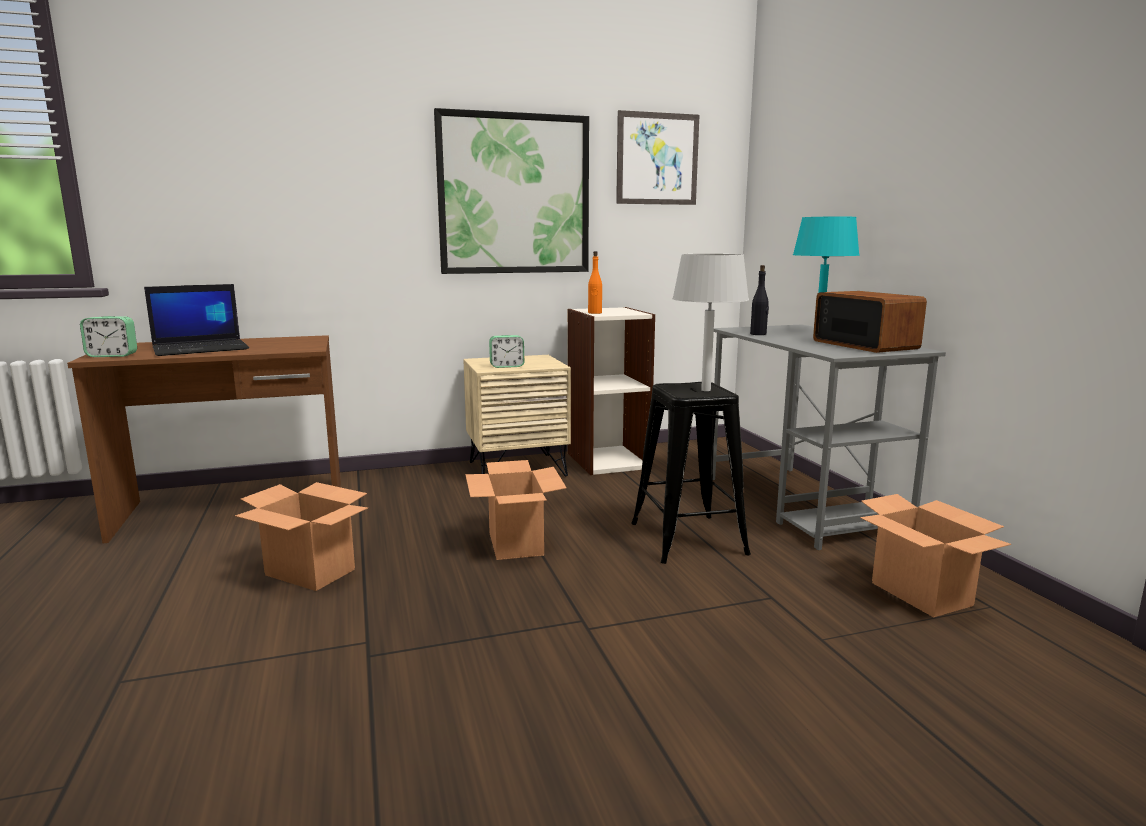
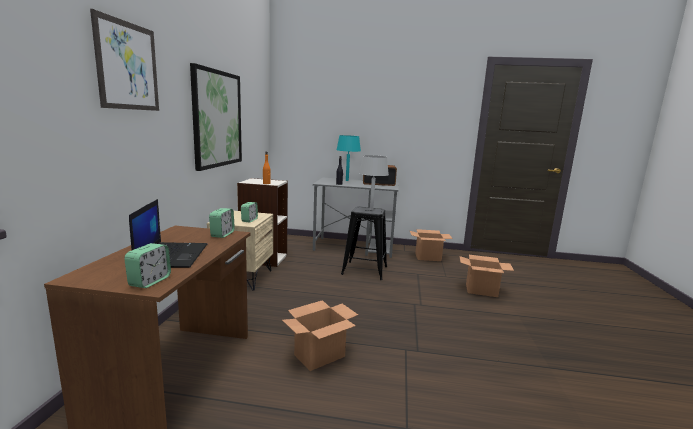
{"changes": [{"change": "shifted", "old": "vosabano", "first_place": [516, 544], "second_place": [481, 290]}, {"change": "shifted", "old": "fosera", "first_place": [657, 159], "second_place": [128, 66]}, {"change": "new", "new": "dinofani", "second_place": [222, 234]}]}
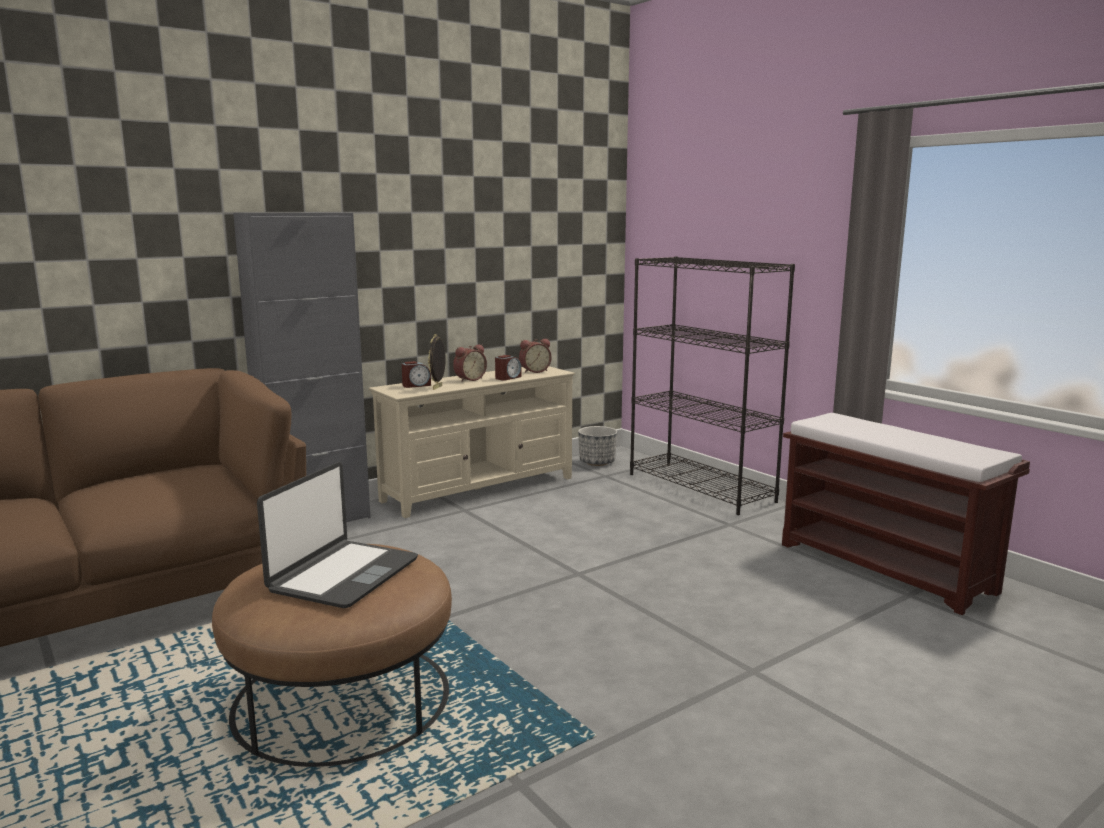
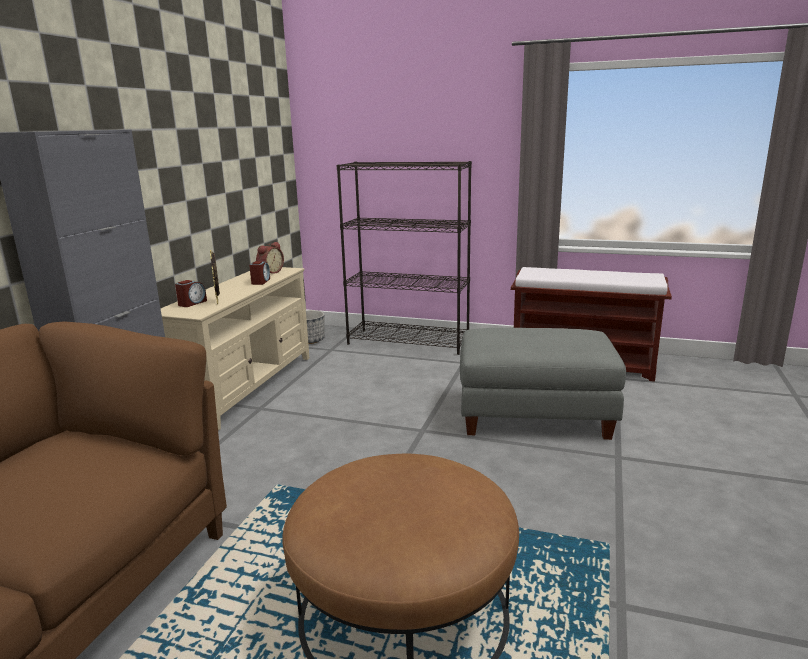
{"changes": [{"change": "gone", "old": "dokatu", "first_place": [343, 575]}, {"change": "gone", "old": "dinofani", "first_place": [469, 379]}, {"change": "new", "new": "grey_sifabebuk", "second_place": [534, 415]}]}
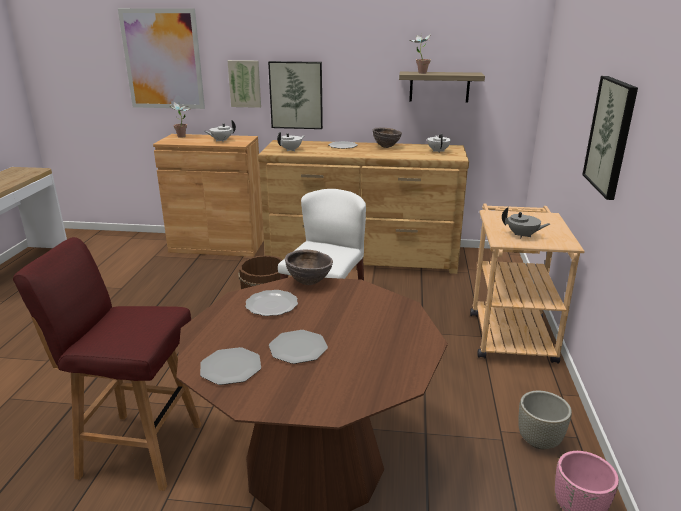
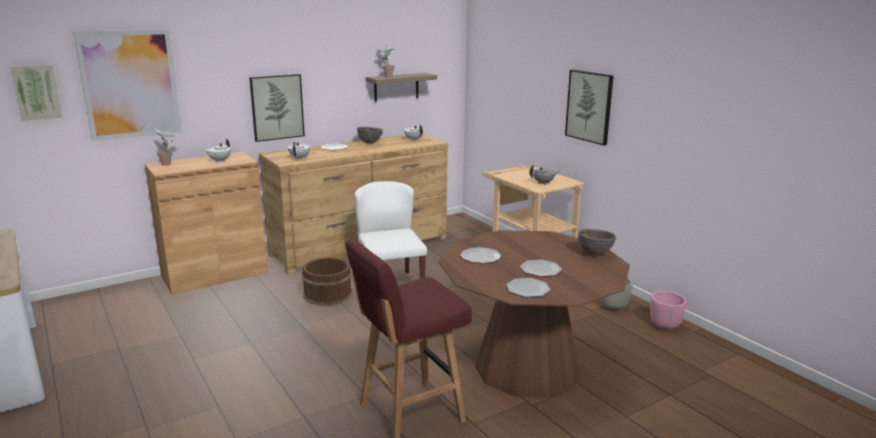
{"changes": [{"change": "shifted", "old": "fosera", "first_place": [245, 83], "second_place": [36, 92]}, {"change": "shifted", "old": "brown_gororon", "first_place": [309, 283], "second_place": [595, 254]}]}
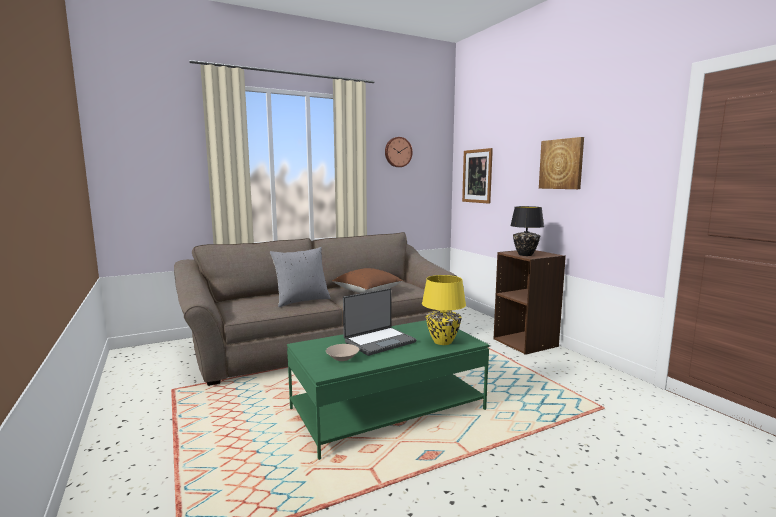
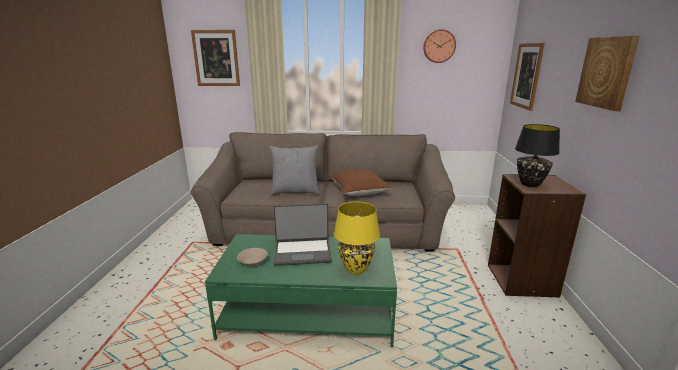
{"changes": [{"change": "new", "new": "fosera", "second_place": [216, 58]}]}
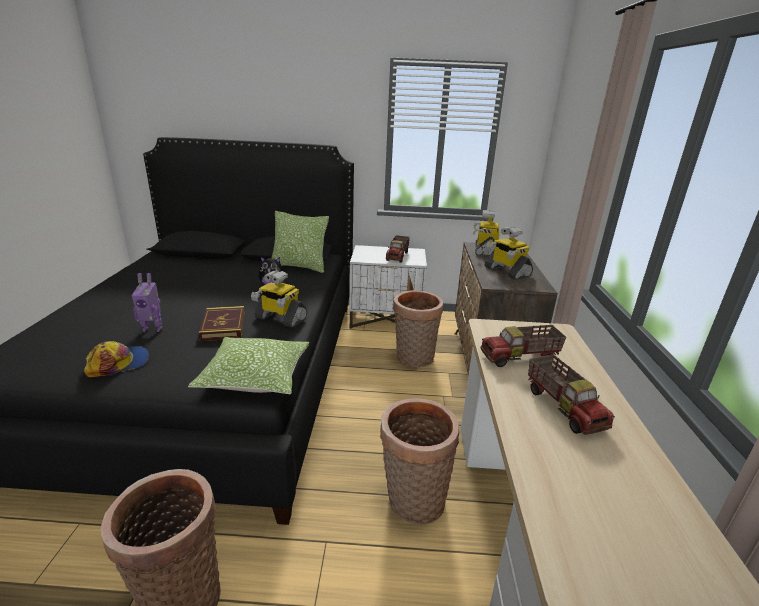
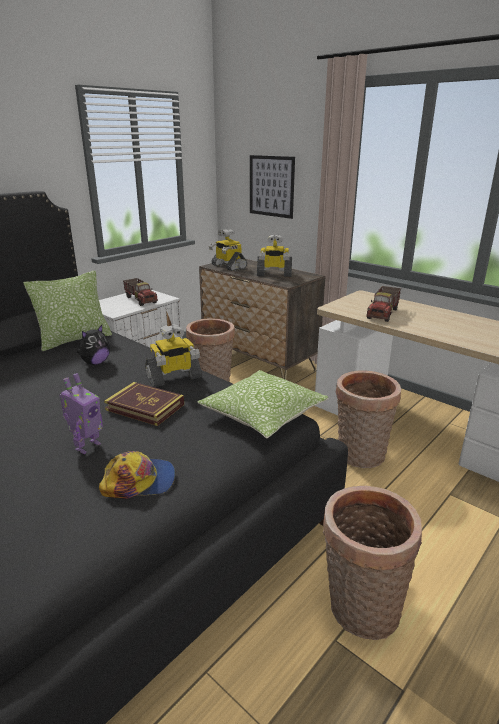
{"changes": [{"change": "rotated", "old": "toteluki", "first_place": [118, 363], "second_place": [139, 481], "degrees": 75}, {"change": "gone", "old": "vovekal", "first_place": [564, 407]}, {"change": "new", "new": "fosera", "second_place": [271, 186]}]}
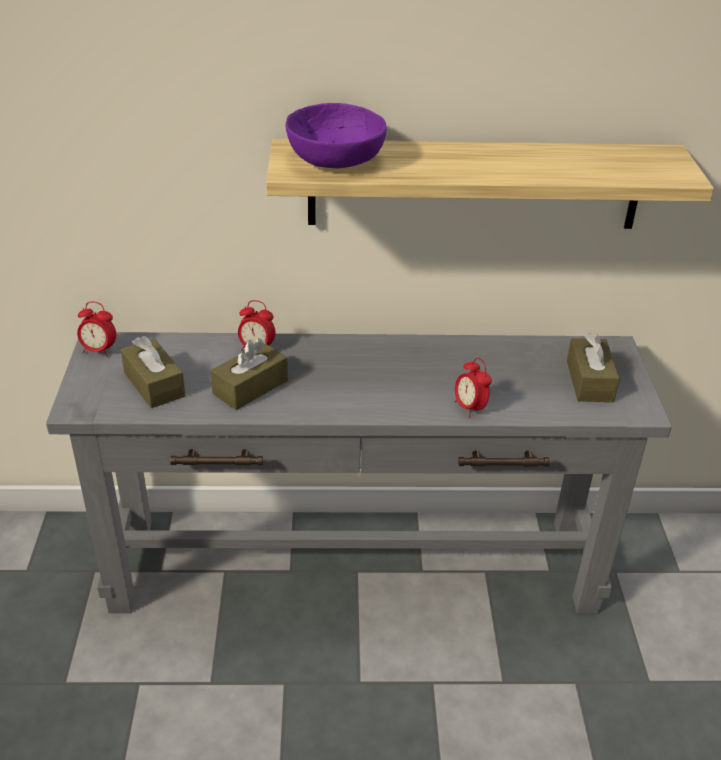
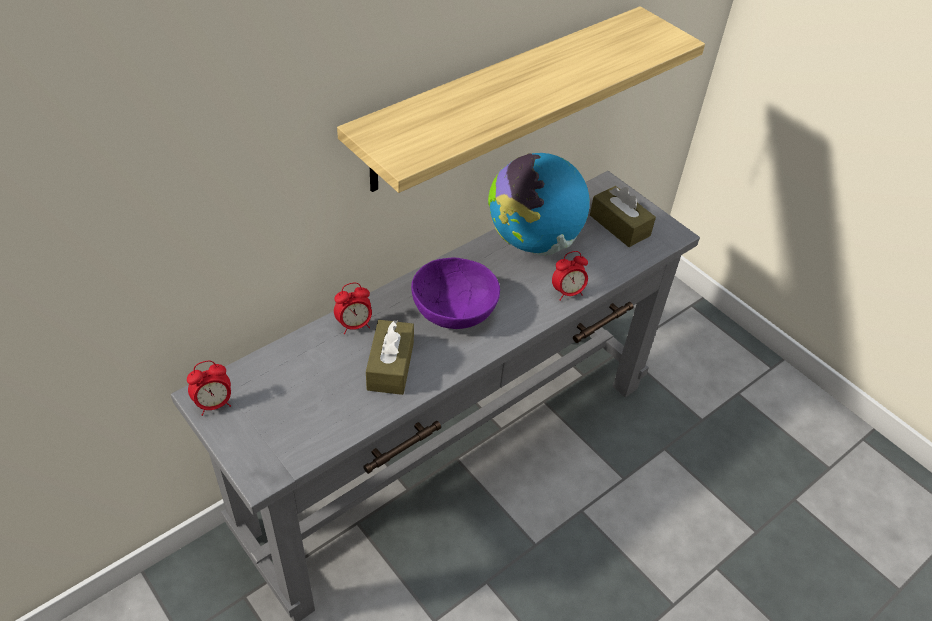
{"changes": [{"change": "gone", "old": "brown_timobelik", "first_place": [154, 384]}, {"change": "shifted", "old": "purple_gororon", "first_place": [334, 161], "second_place": [454, 311]}, {"change": "rotated", "old": "dinofani", "first_place": [469, 408], "second_place": [567, 292], "degrees": -45}, {"change": "new", "new": "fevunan", "second_place": [533, 241]}]}
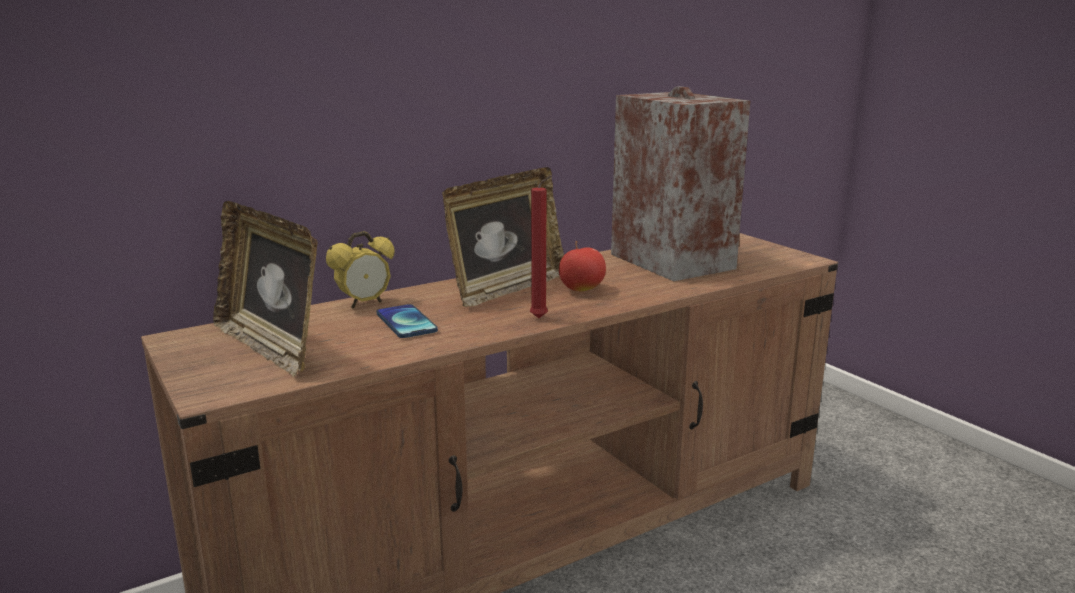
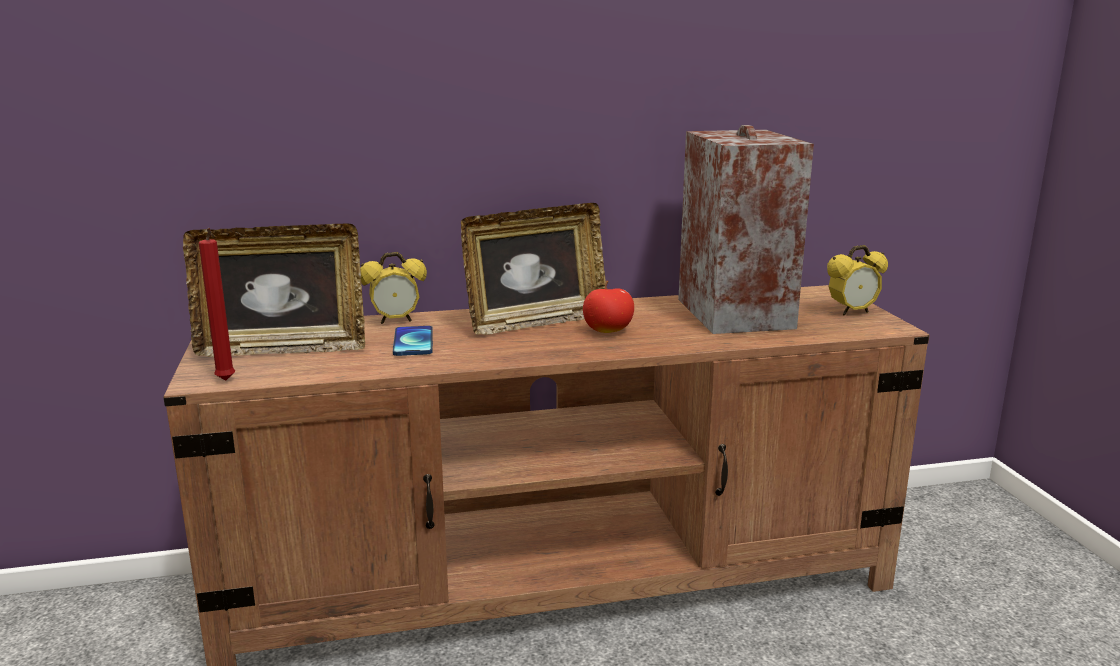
{"changes": [{"change": "rotated", "old": "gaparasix", "first_place": [271, 347], "second_place": [283, 349], "degrees": -75}, {"change": "shifted", "old": "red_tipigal", "first_place": [541, 319], "second_place": [226, 381]}, {"change": "new", "new": "dinofani", "second_place": [852, 312]}]}
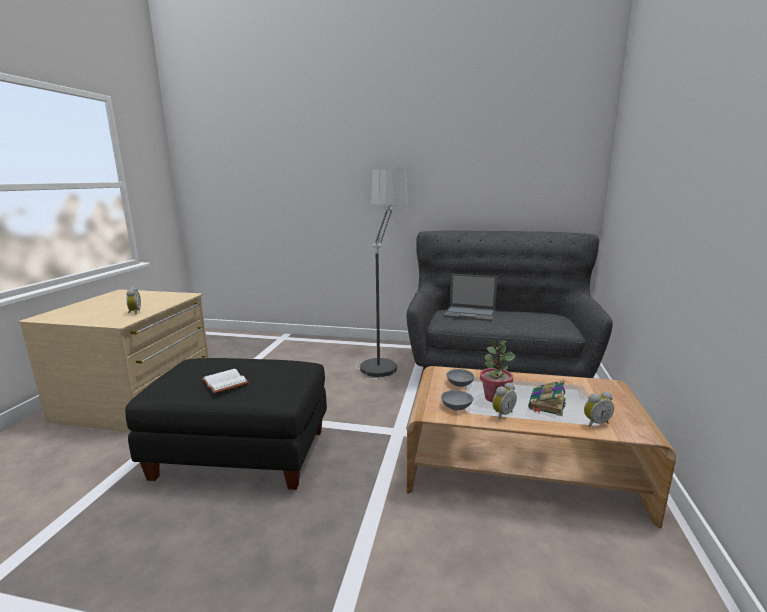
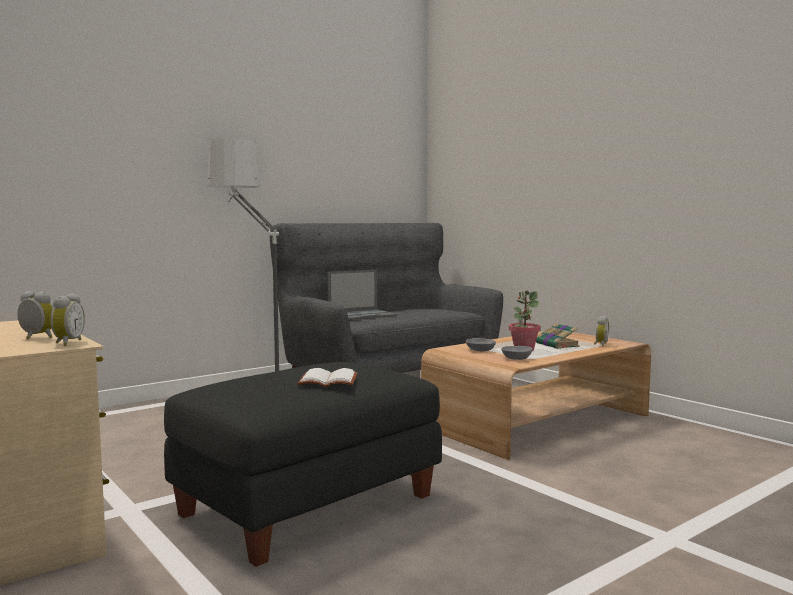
{"changes": [{"change": "shifted", "old": "dinofani", "first_place": [502, 414], "second_place": [66, 343]}]}
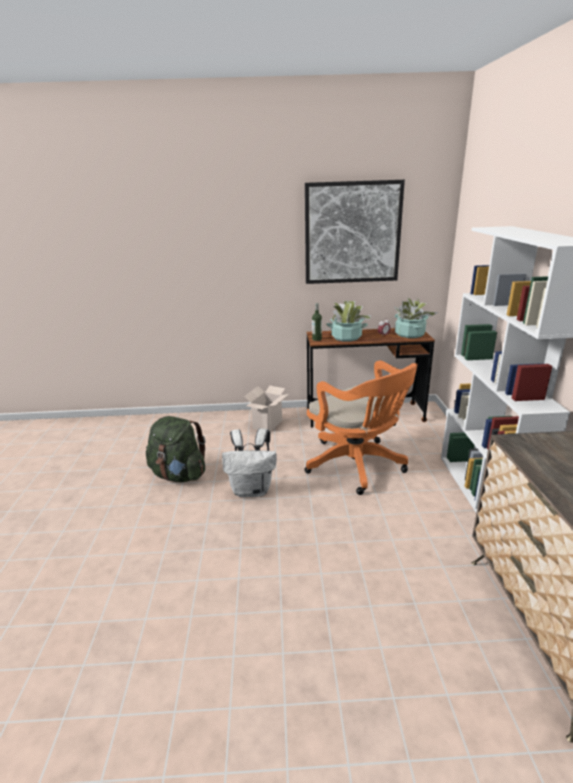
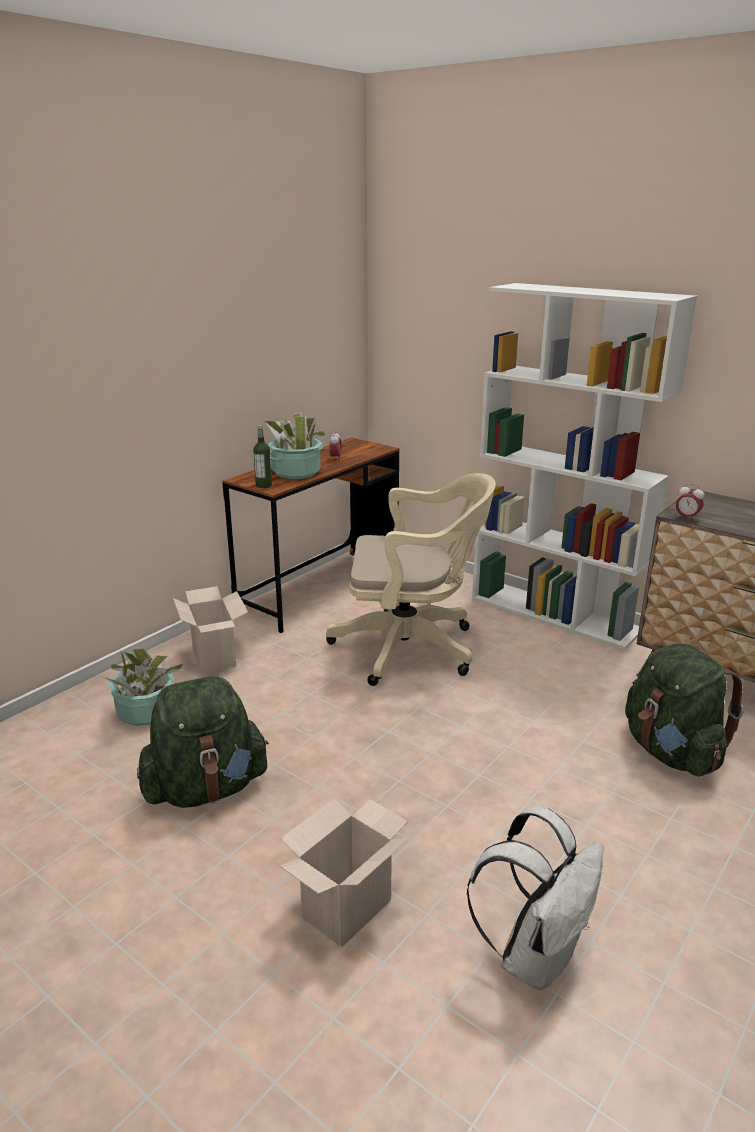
{"changes": [{"change": "shifted", "old": "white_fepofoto", "first_place": [252, 490], "second_place": [535, 955]}, {"change": "gone", "old": "fosera", "first_place": [352, 233]}, {"change": "repainted", "old": "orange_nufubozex", "new": "beige_nufubozex", "first_place": [358, 466], "second_place": [412, 648]}, {"change": "shifted", "old": "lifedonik", "first_place": [409, 334], "second_place": [145, 711]}, {"change": "new", "new": "vosabano", "second_place": [347, 906]}, {"change": "new", "new": "green_fepofoto", "second_place": [672, 752]}, {"change": "new", "new": "dinofani", "second_place": [687, 518]}]}
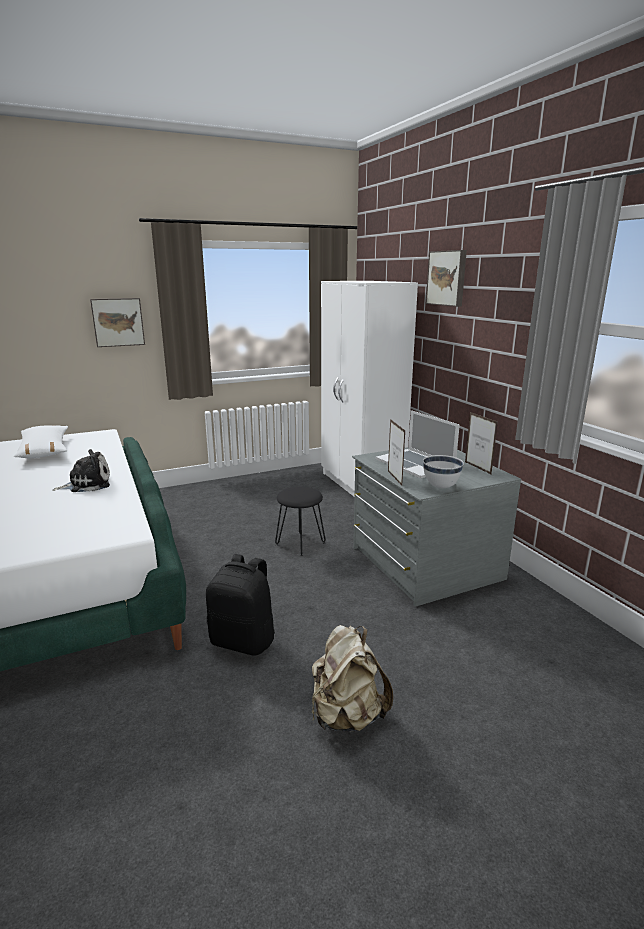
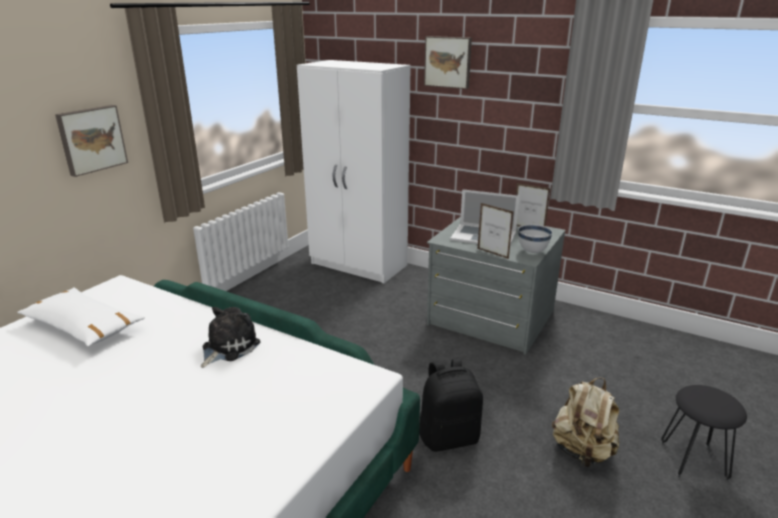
{"changes": [{"change": "shifted", "old": "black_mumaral", "first_place": [300, 543], "second_place": [692, 460]}]}
